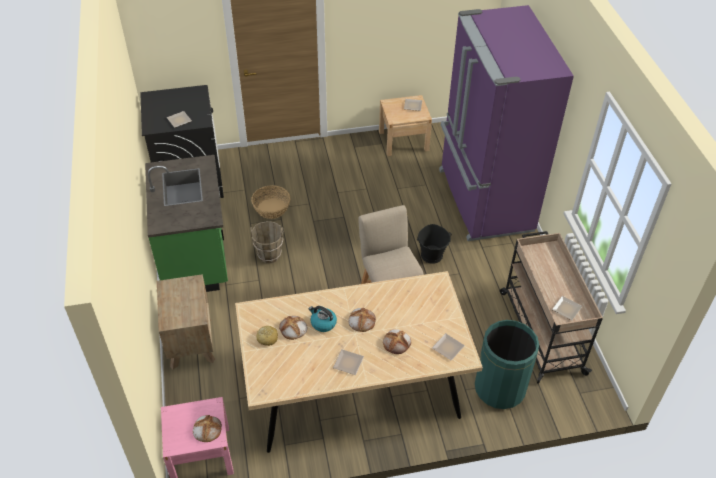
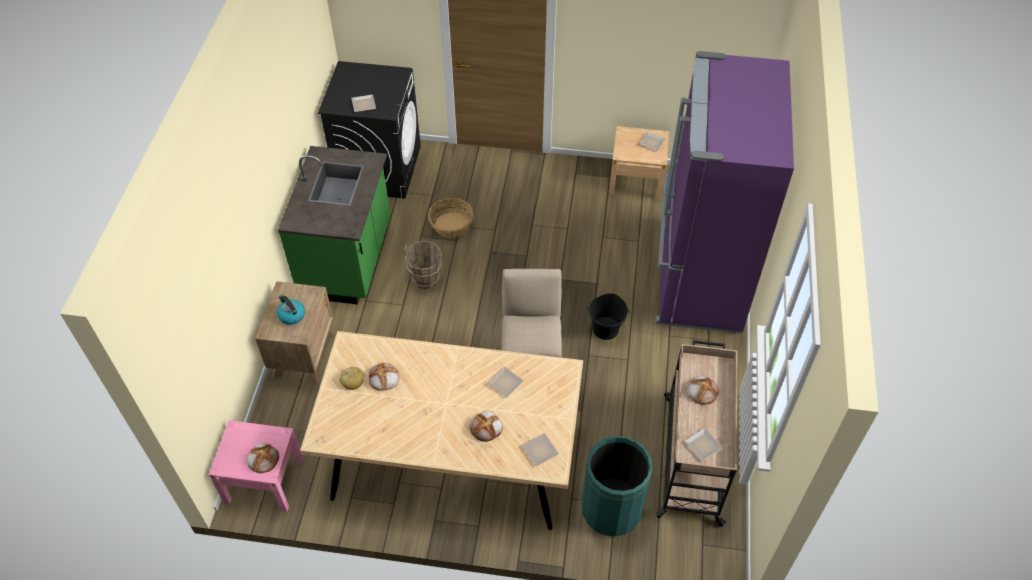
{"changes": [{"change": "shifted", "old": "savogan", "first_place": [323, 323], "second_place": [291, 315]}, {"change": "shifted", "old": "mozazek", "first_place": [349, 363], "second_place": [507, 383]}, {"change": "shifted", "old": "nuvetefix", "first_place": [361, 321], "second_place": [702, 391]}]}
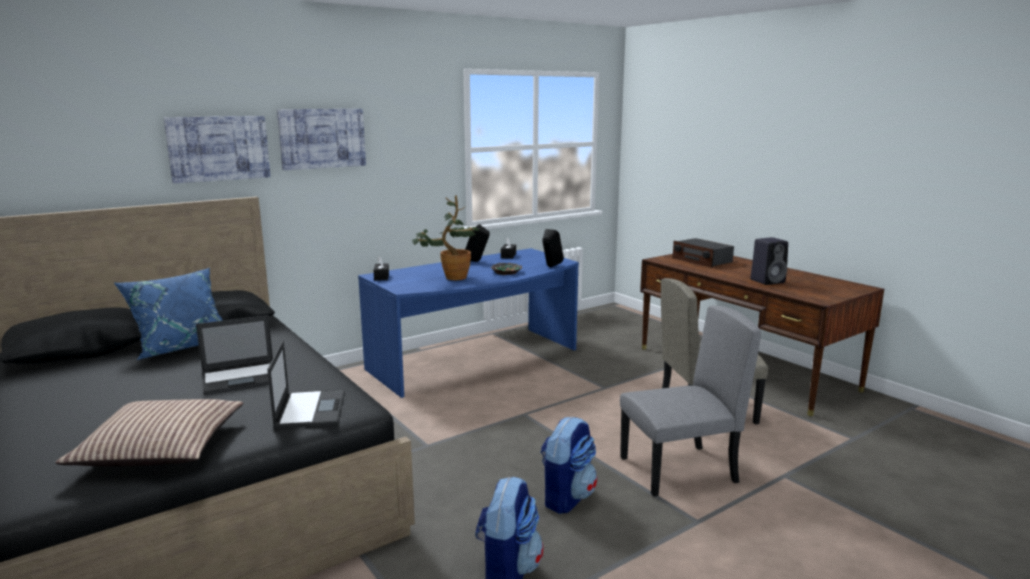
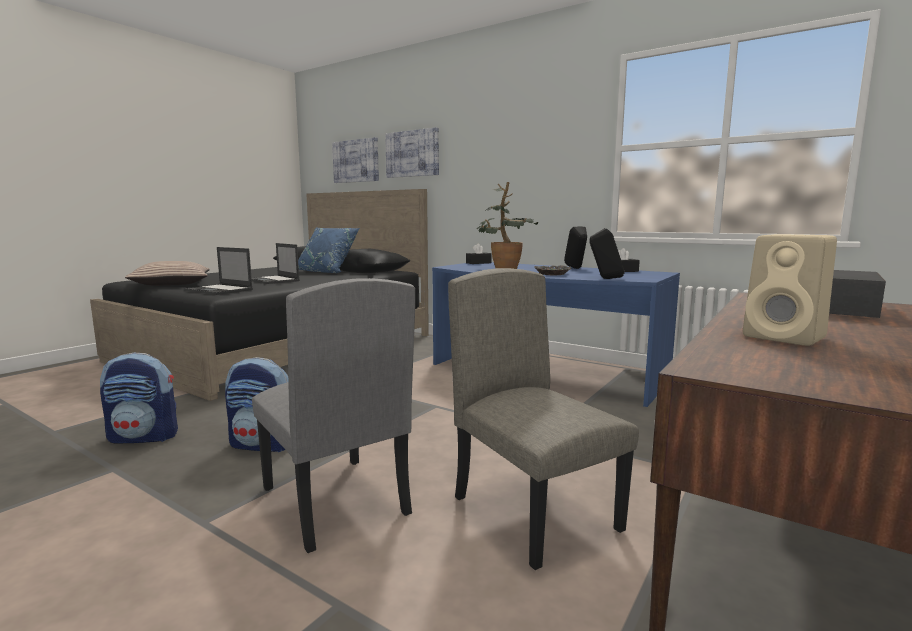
{"changes": [{"change": "rotated", "old": "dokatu", "first_place": [310, 409], "second_place": [219, 290], "degrees": 60}, {"change": "shifted", "old": "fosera", "first_place": [322, 138], "second_place": [356, 161]}, {"change": "repainted", "old": "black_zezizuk", "new": "beige_zezizuk", "first_place": [768, 281], "second_place": [787, 337]}]}
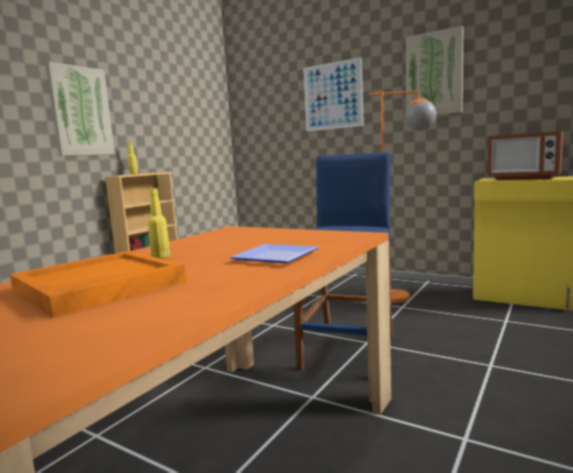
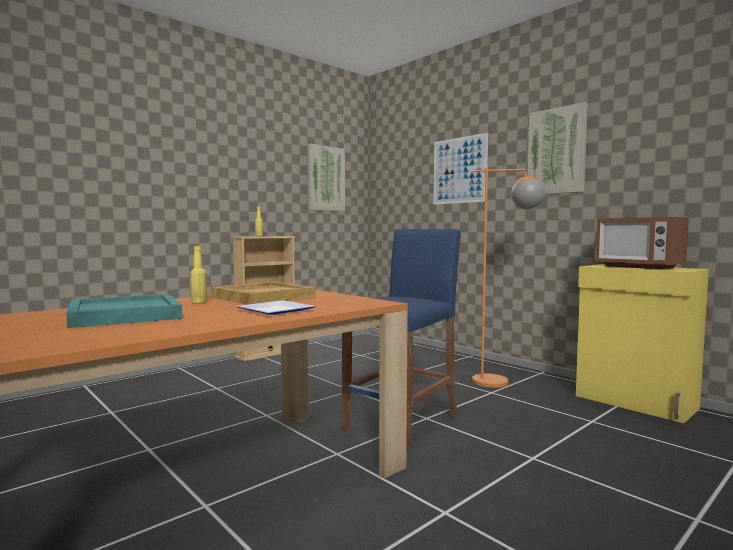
{"changes": [{"change": "repainted", "old": "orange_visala", "new": "turquoise_visala", "first_place": [98, 286], "second_place": [124, 315]}, {"change": "shifted", "old": "fosera", "first_place": [80, 111], "second_place": [325, 178]}, {"change": "new", "new": "beige_visala", "second_place": [263, 297]}]}
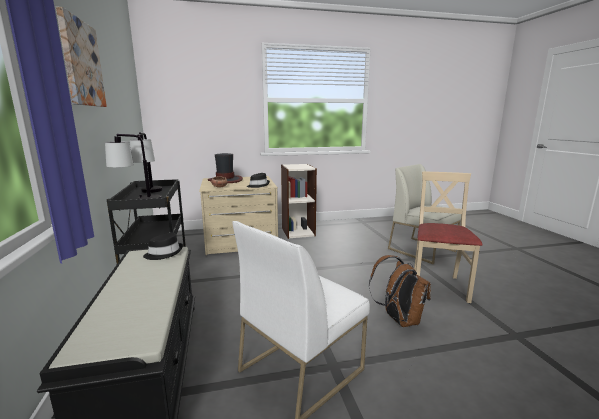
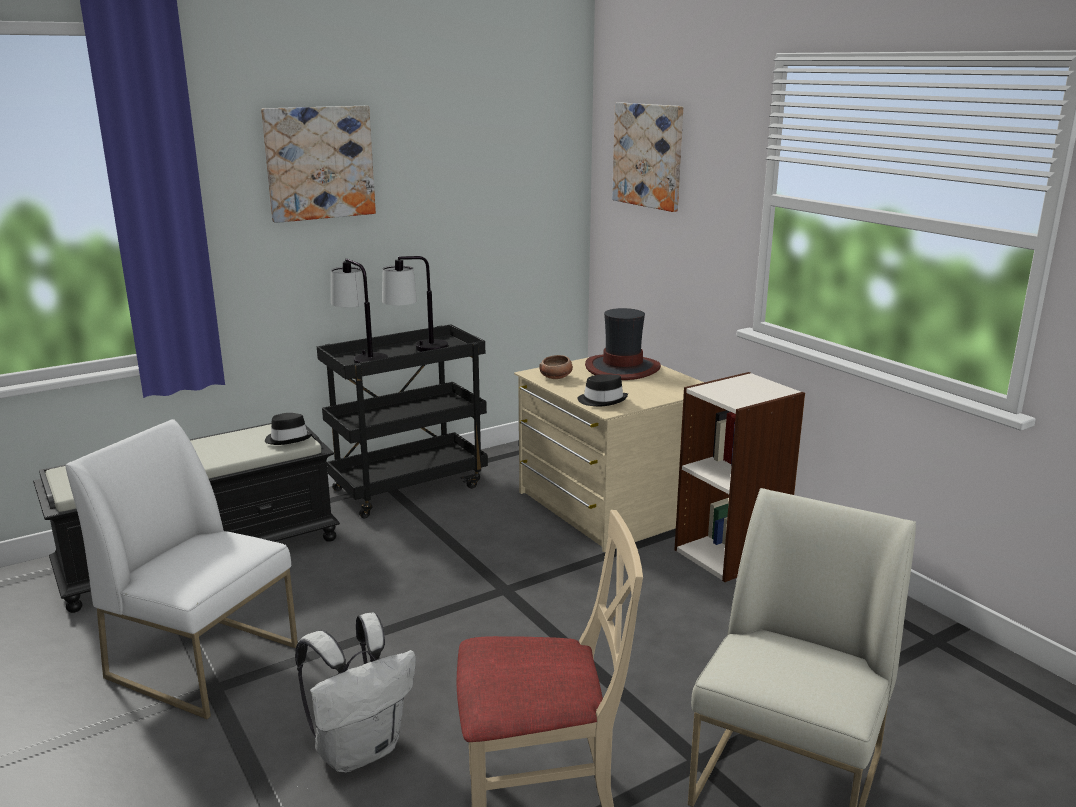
{"changes": [{"change": "repainted", "old": "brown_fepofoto", "new": "white_fepofoto", "first_place": [398, 319], "second_place": [360, 749]}, {"change": "new", "new": "fosera", "second_place": [648, 155]}]}
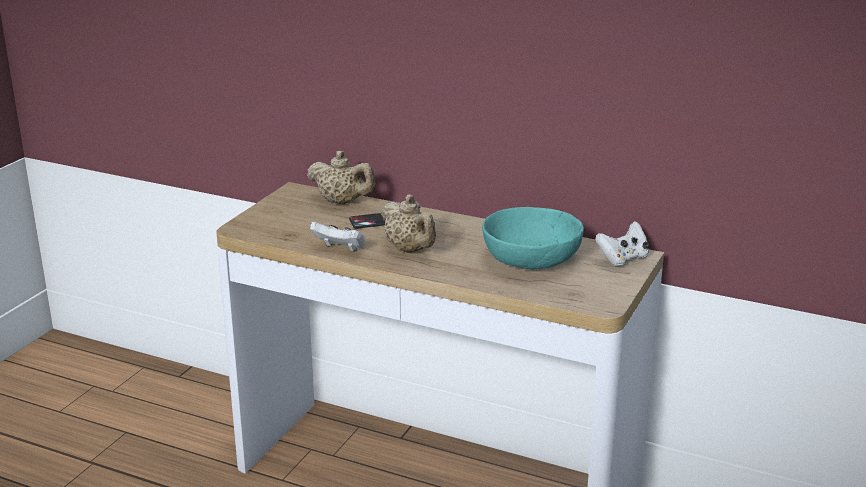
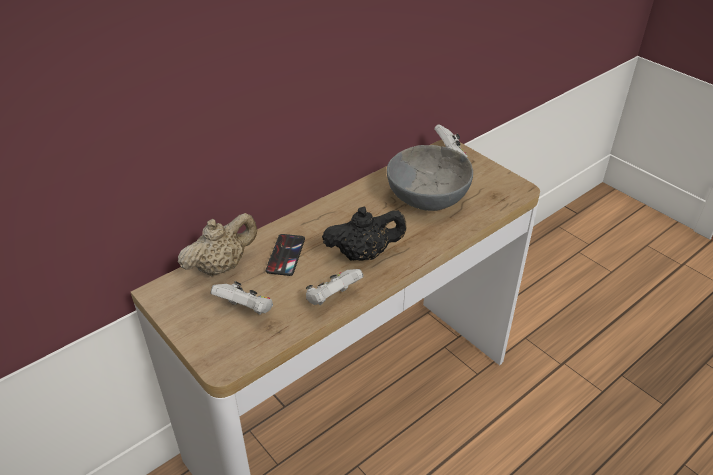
{"changes": [{"change": "repainted", "old": "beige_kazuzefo", "new": "black_kazuzefo", "first_place": [410, 250], "second_place": [364, 254]}, {"change": "repainted", "old": "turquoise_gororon", "new": "grey_gororon", "first_place": [530, 260], "second_place": [426, 196]}, {"change": "new", "new": "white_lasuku", "second_place": [246, 310]}]}
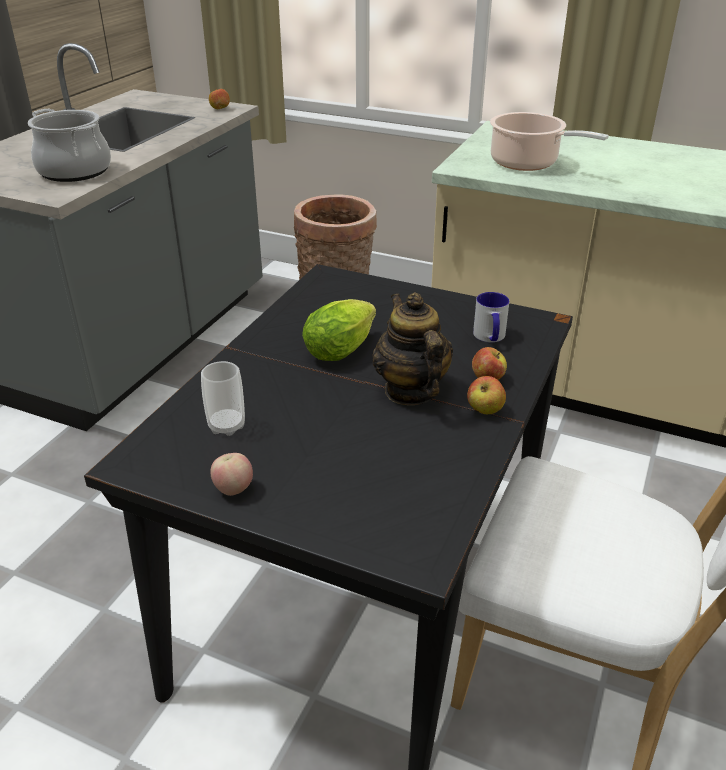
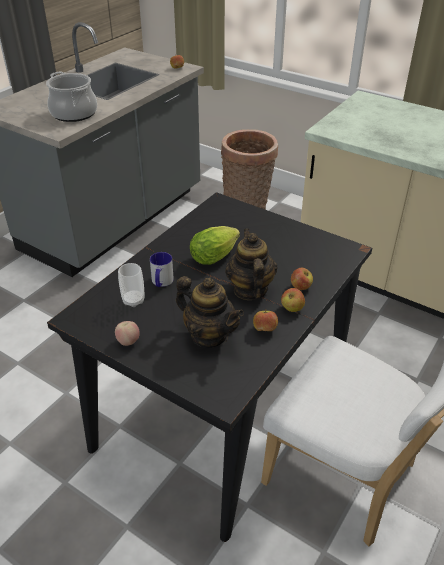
{"changes": [{"change": "shifted", "old": "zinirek", "first_place": [490, 337], "second_place": [161, 282]}, {"change": "gone", "old": "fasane", "first_place": [528, 163]}, {"change": "new", "new": "kazuzefo", "second_place": [209, 335]}, {"change": "new", "new": "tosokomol", "second_place": [265, 329]}]}
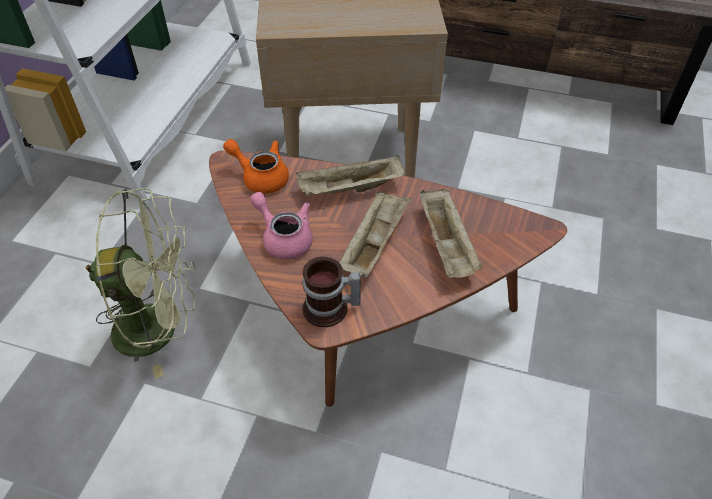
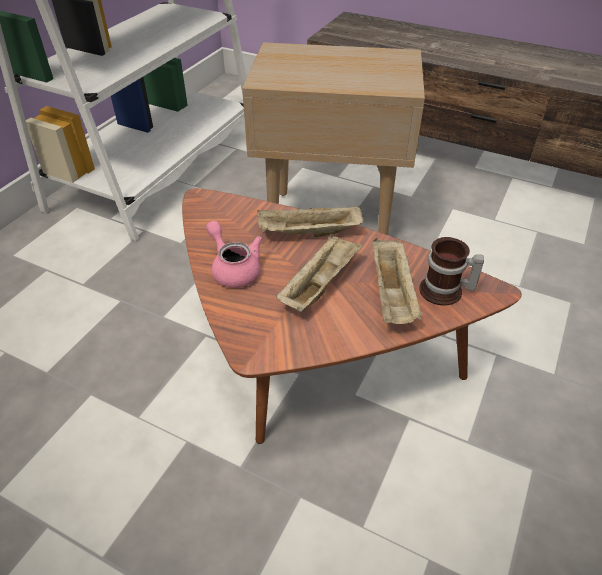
{"changes": [{"change": "gone", "old": "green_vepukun", "first_place": [160, 328]}, {"change": "gone", "old": "orange_kazuzefo", "first_place": [261, 177]}, {"change": "shifted", "old": "zinirek", "first_place": [330, 310], "second_place": [445, 292]}]}
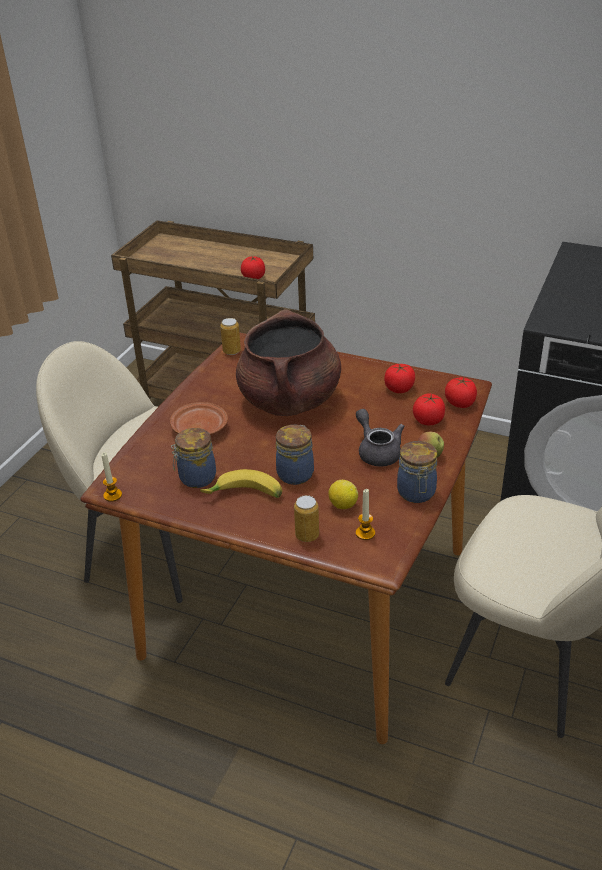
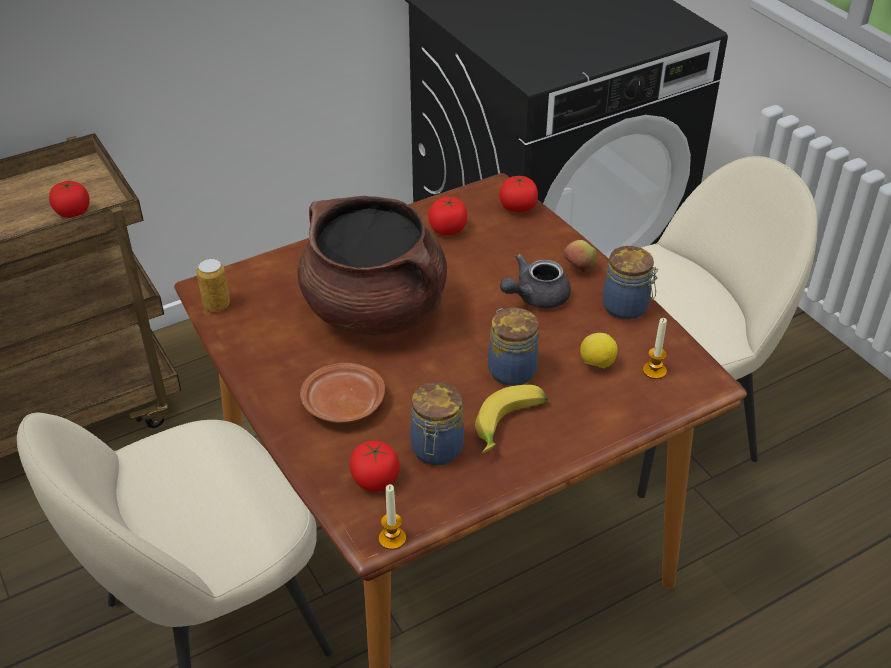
{"changes": [{"change": "gone", "old": "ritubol", "first_place": [307, 535]}, {"change": "rotated", "old": "grey_kazuzefo", "first_place": [377, 451], "second_place": [535, 297], "degrees": -45}, {"change": "shifted", "old": "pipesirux", "first_place": [428, 420], "second_place": [375, 480]}]}
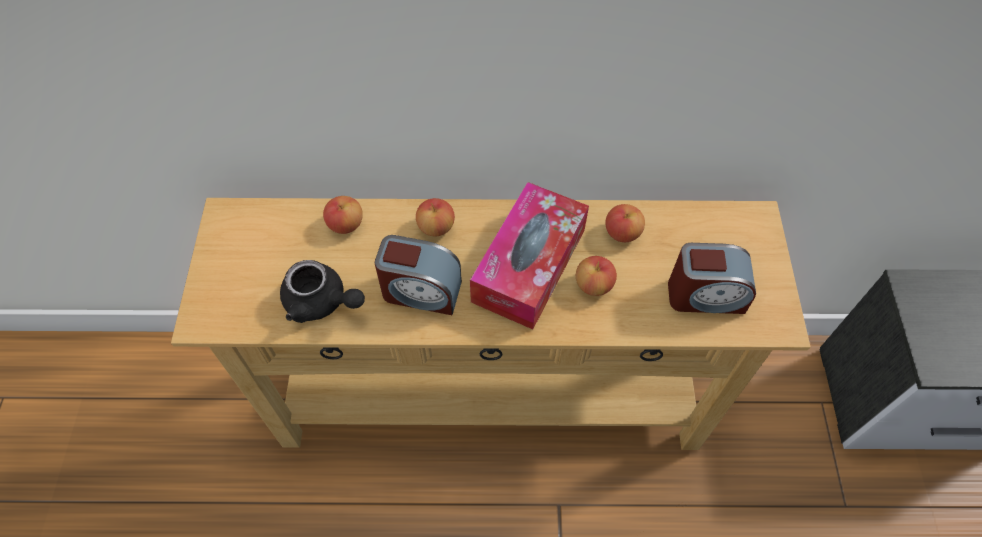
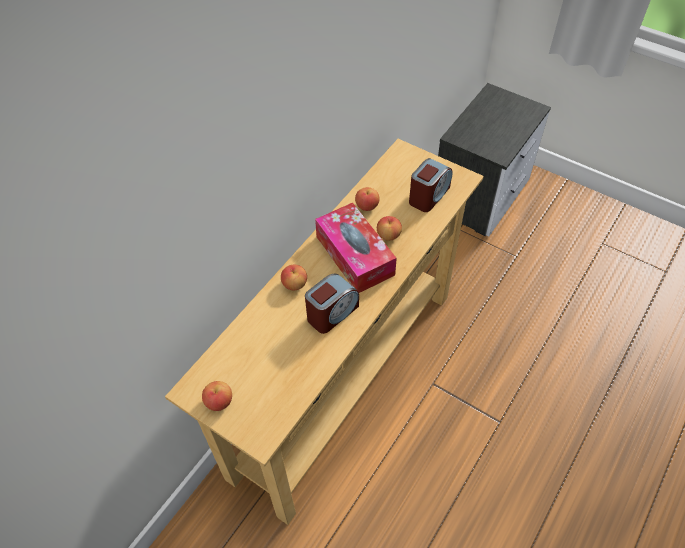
{"changes": [{"change": "gone", "old": "black_kazuzefo", "first_place": [321, 302]}, {"change": "shifted", "old": "tosokomol", "first_place": [345, 224], "second_place": [219, 401]}]}
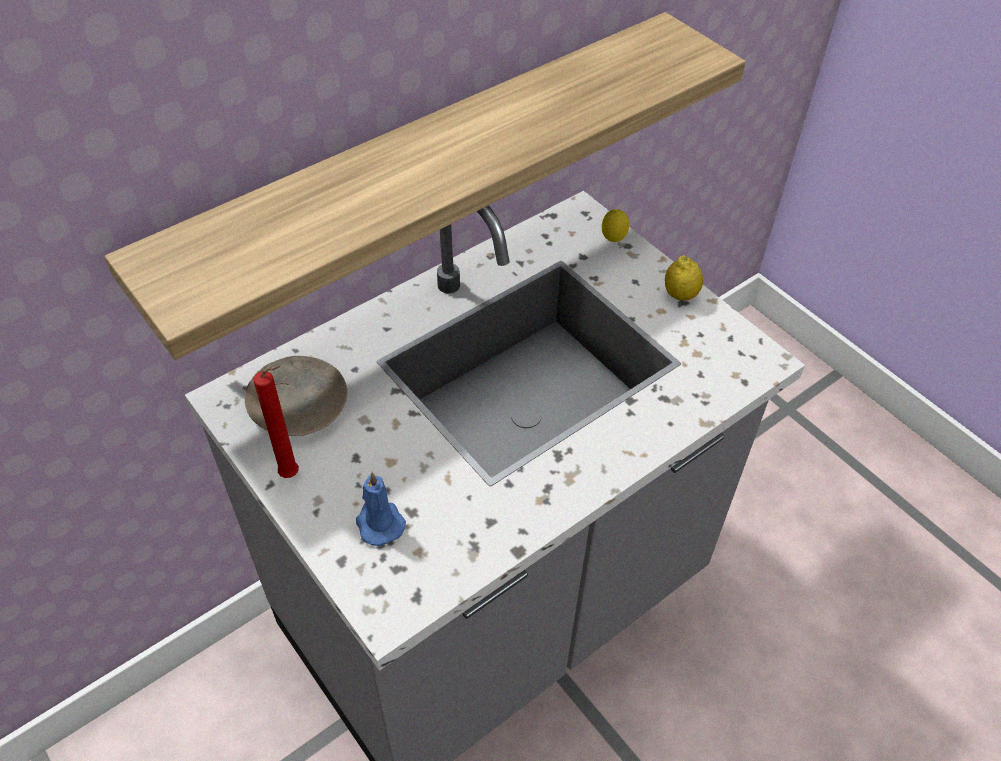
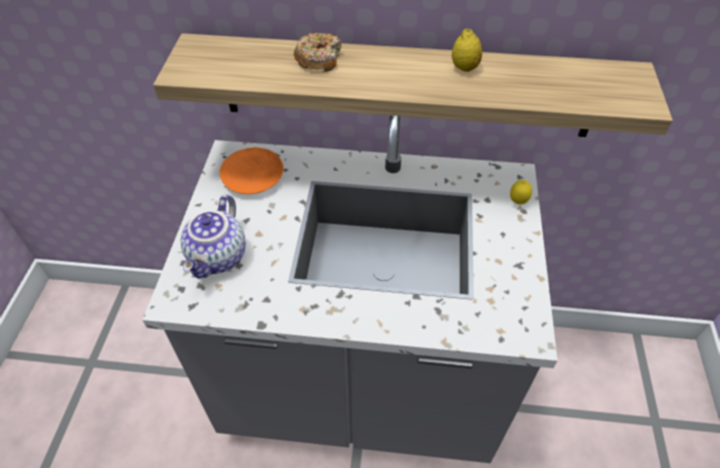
{"changes": [{"change": "repainted", "old": "beige_mozazek", "new": "orange_mozazek", "first_place": [298, 403], "second_place": [253, 176]}, {"change": "gone", "old": "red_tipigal", "first_place": [293, 475]}, {"change": "swapped", "old": "blue_tipigal", "new": "kazuzefo", "first_place": [379, 522], "second_place": [219, 258]}, {"change": "shifted", "old": "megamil", "first_place": [680, 295], "second_place": [464, 68]}, {"change": "new", "new": "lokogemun", "second_place": [318, 59]}]}
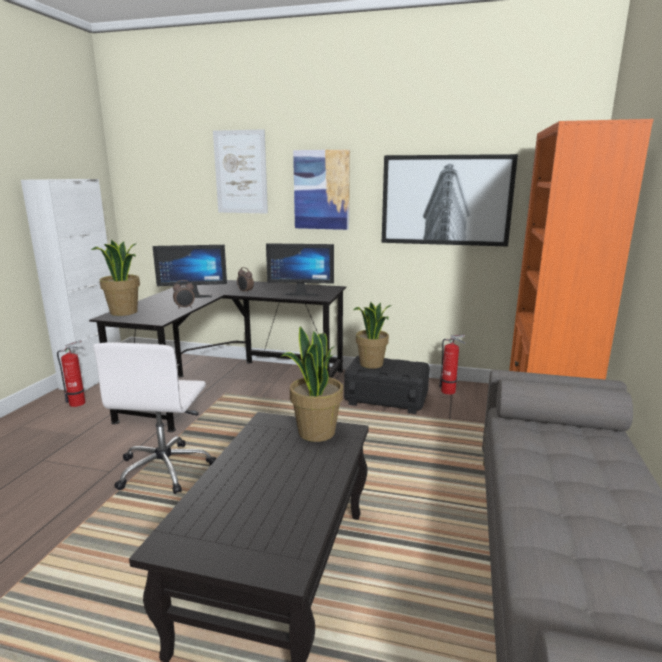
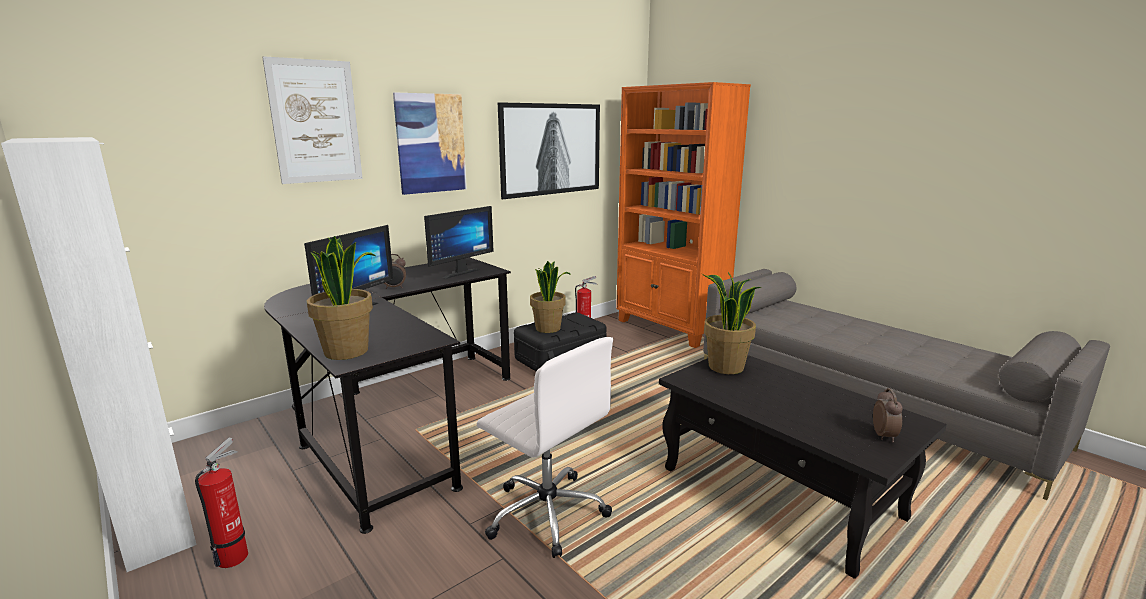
{"changes": [{"change": "shifted", "old": "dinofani", "first_place": [185, 308], "second_place": [884, 436]}]}
